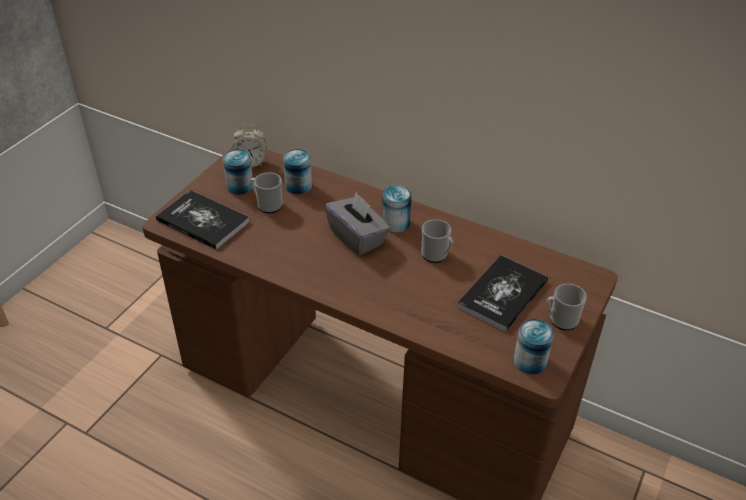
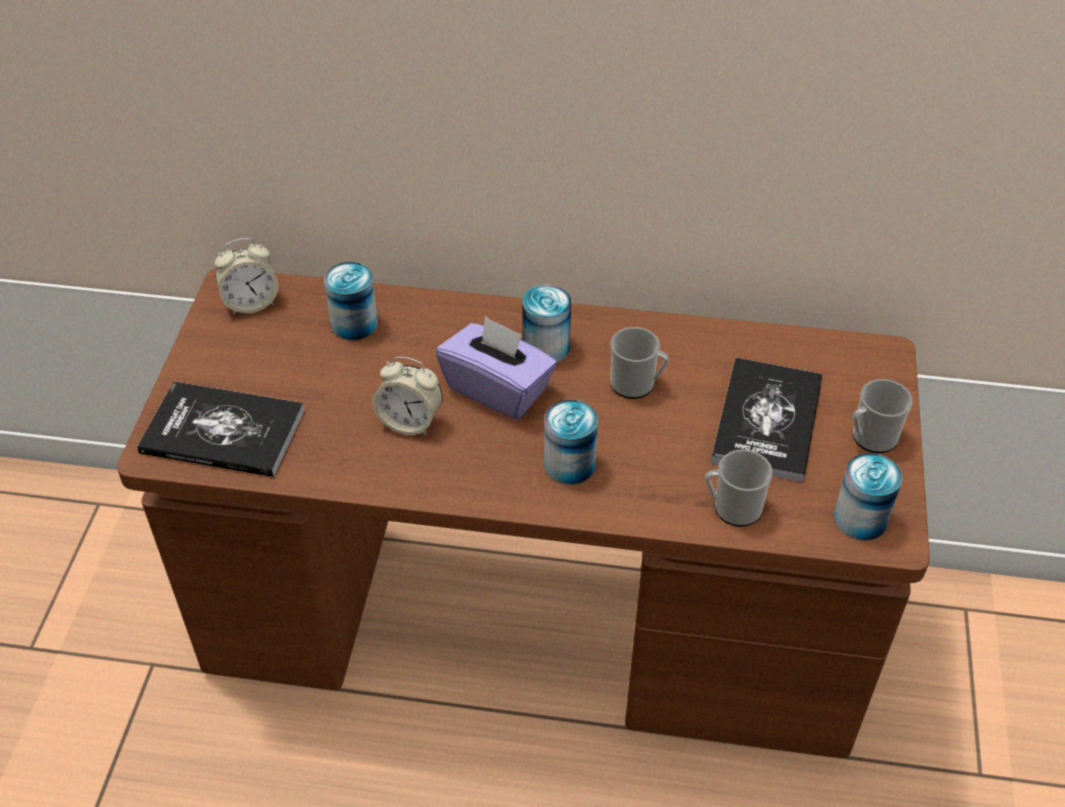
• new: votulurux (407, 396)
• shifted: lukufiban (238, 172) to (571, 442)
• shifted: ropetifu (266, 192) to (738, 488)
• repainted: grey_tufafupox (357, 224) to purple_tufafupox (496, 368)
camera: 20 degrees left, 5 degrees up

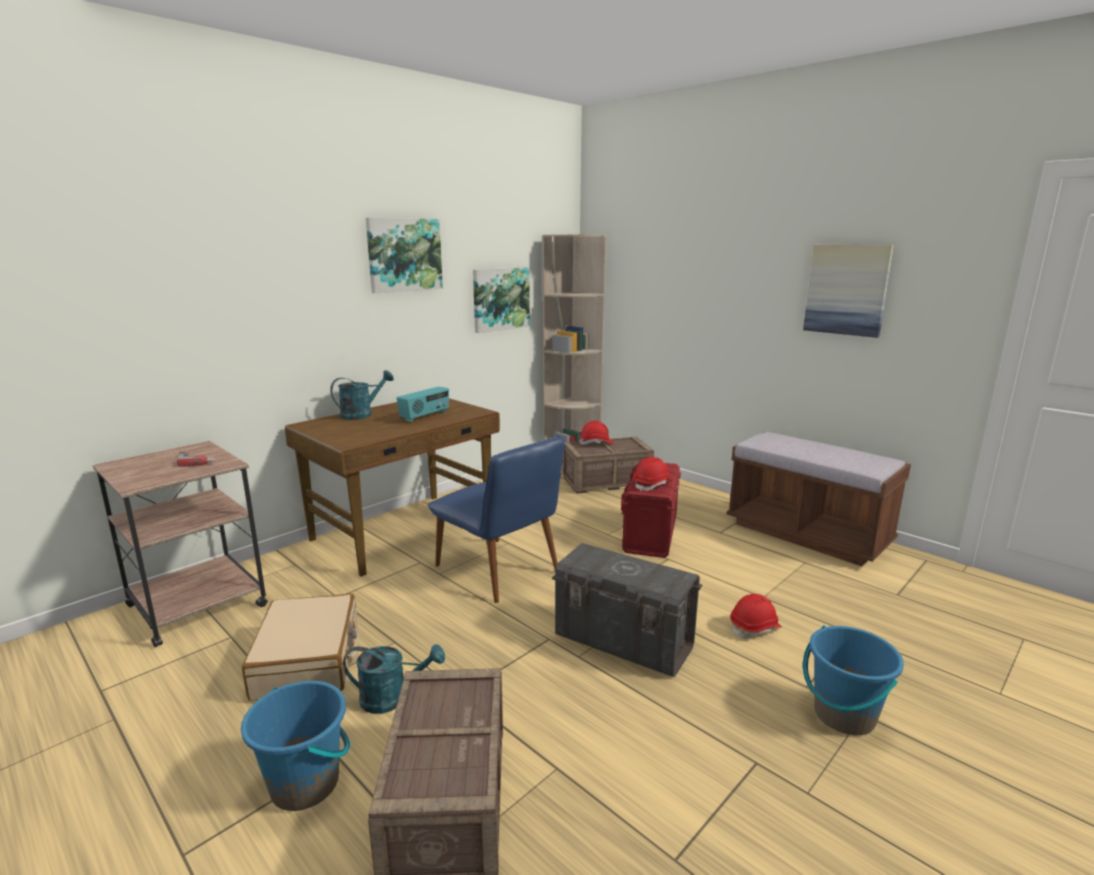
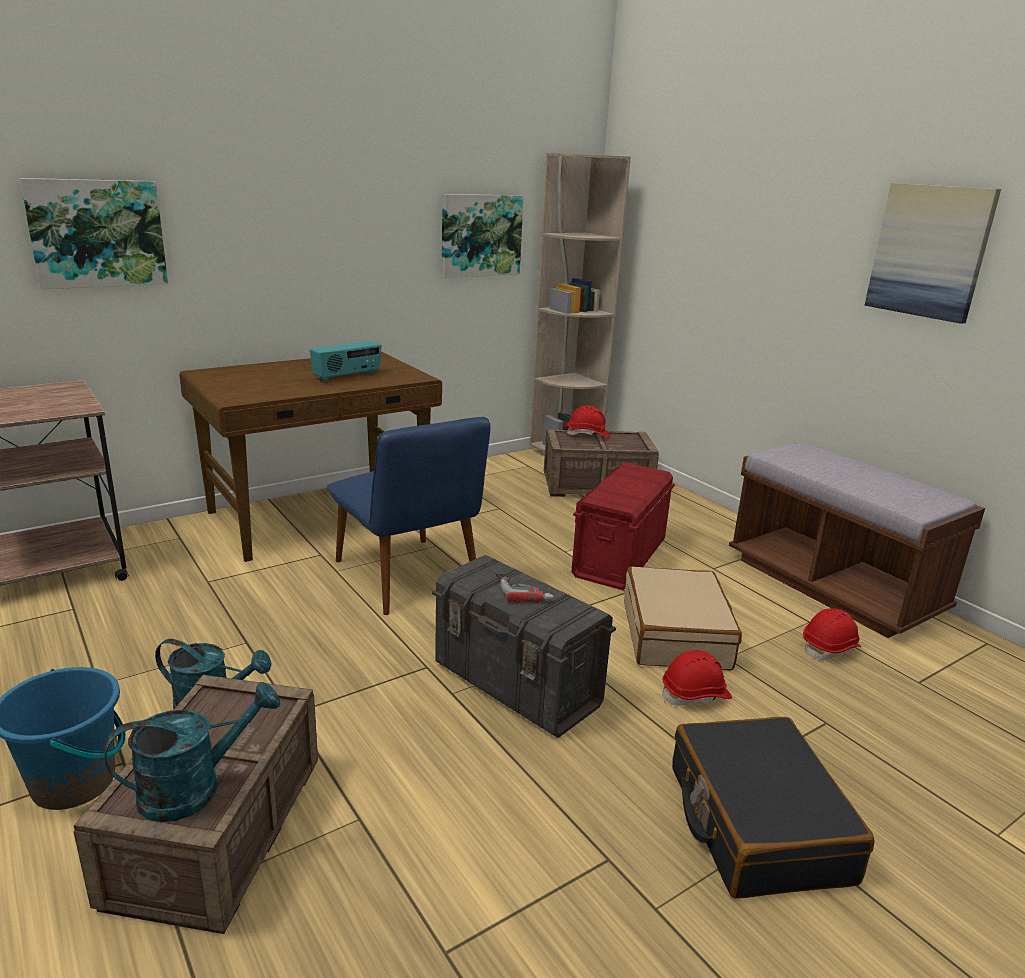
• shifted: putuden (196, 459) to (524, 587)
• shifted: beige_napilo (300, 647) to (683, 618)
• shifted: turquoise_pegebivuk (362, 395) to (192, 752)
• shifted: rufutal (404, 255) to (94, 233)
• shifted: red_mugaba (652, 474) to (832, 634)
• swapped: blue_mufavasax (853, 680) to black_napilo (773, 808)
camera: 10 degrees right, 5 degrees up

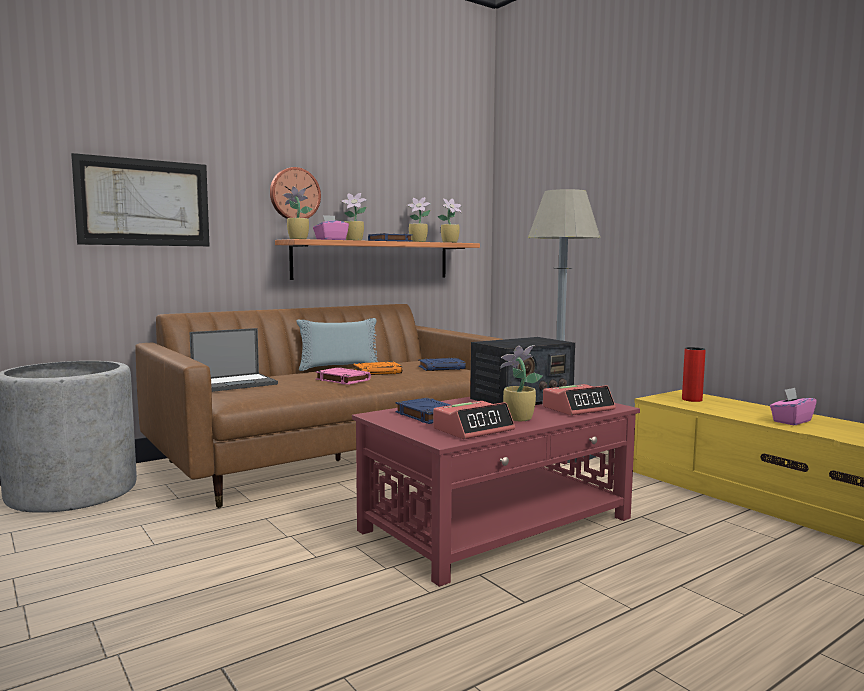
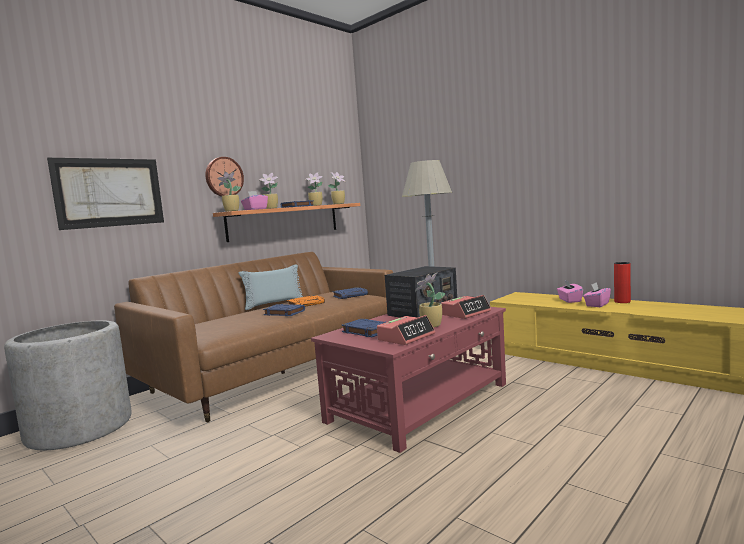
• gone: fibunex (233, 360)
• new: pink_tufafupox (570, 291)
• shifted: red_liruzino (694, 374) to (622, 282)
• repainted: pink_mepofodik (343, 376) to blue_mepofodik (284, 310)
camera: 10 degrees left, 0 degrees up

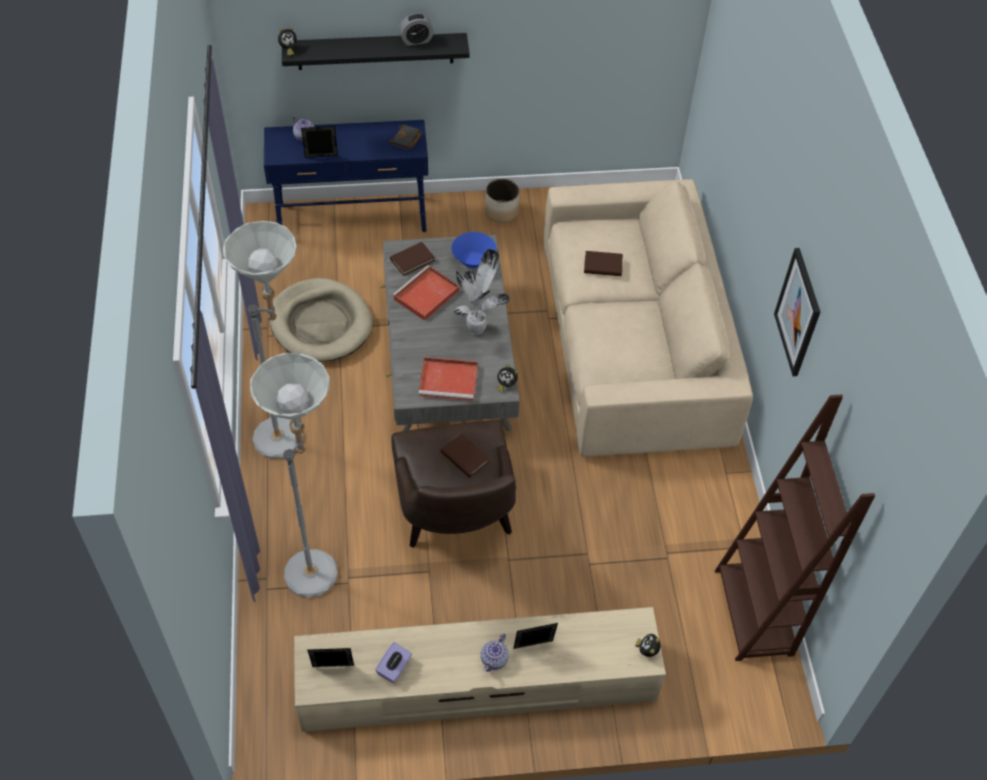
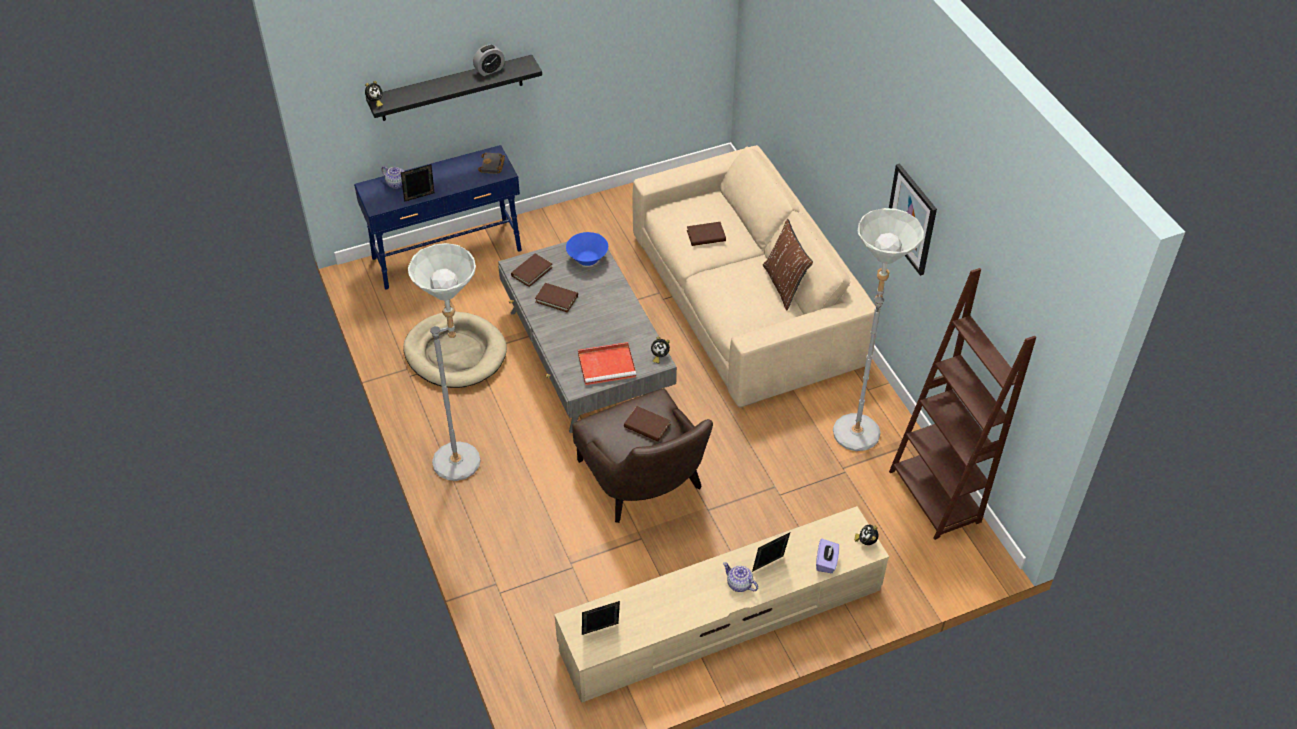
• gone: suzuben (481, 292)
• gone: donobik (502, 201)
• new: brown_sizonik (788, 265)
• shifted: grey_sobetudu (294, 475) to (878, 329)
• shifted: purple_tufafupox (393, 662) to (827, 555)
• swapped: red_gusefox (426, 293) to brown_mepofodik (556, 297)
• rotated: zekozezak (495, 652) = (740, 577) 120 degrees clockwise
camera: 15 degrees left, 5 degrees down

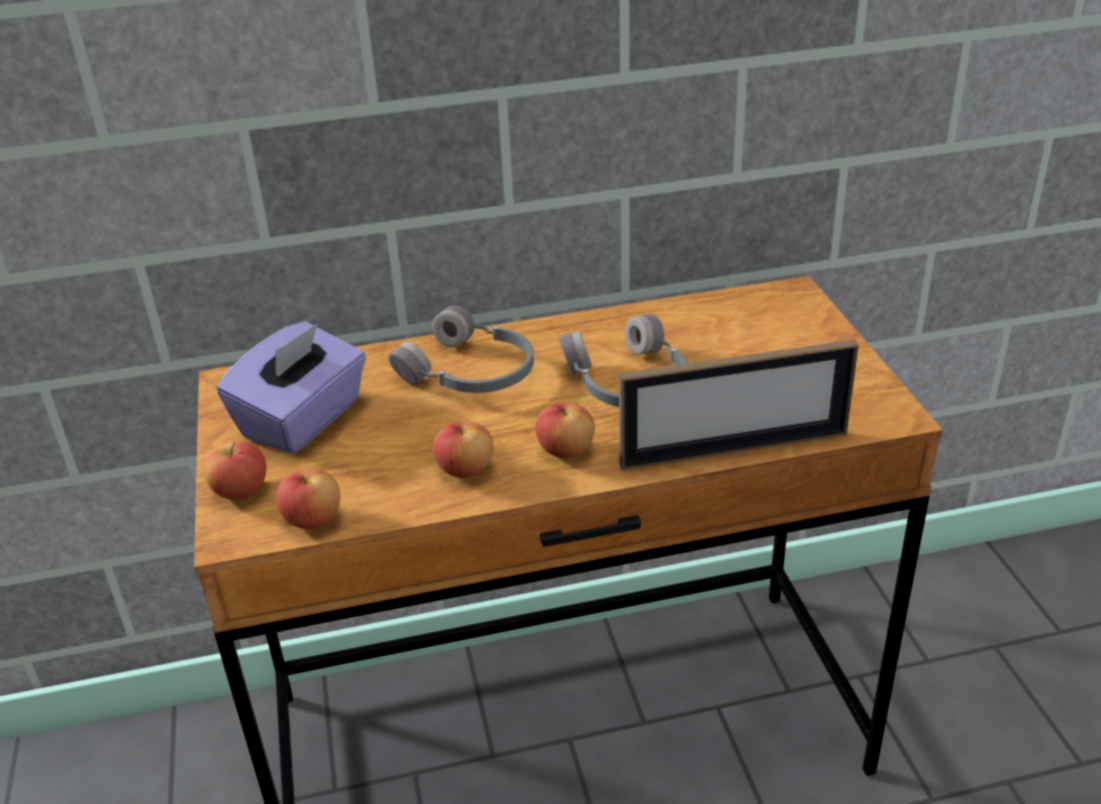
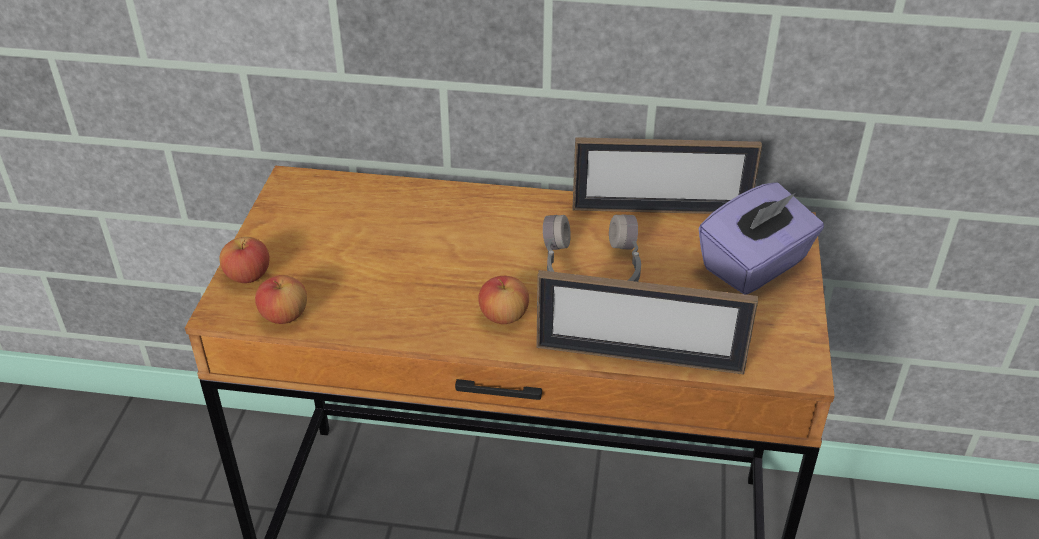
• gone: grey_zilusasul (461, 349)
• gone: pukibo (463, 449)
• new: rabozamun (667, 175)
• shifted: purple_tufafupox (291, 387) to (761, 238)
camera: 20 degrees right, 5 degrees up

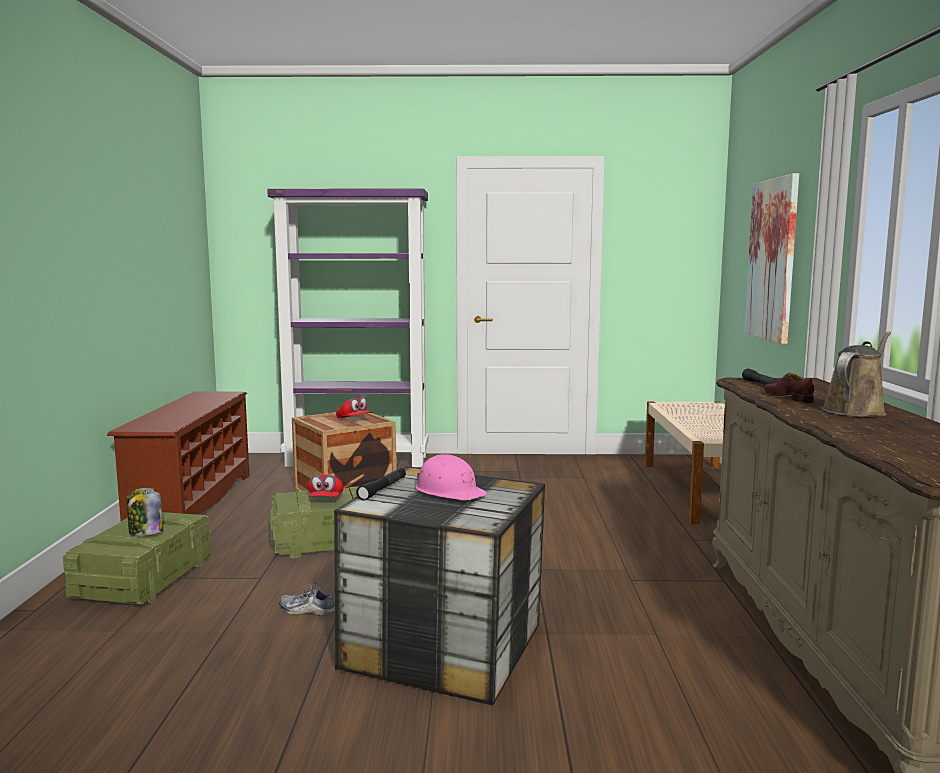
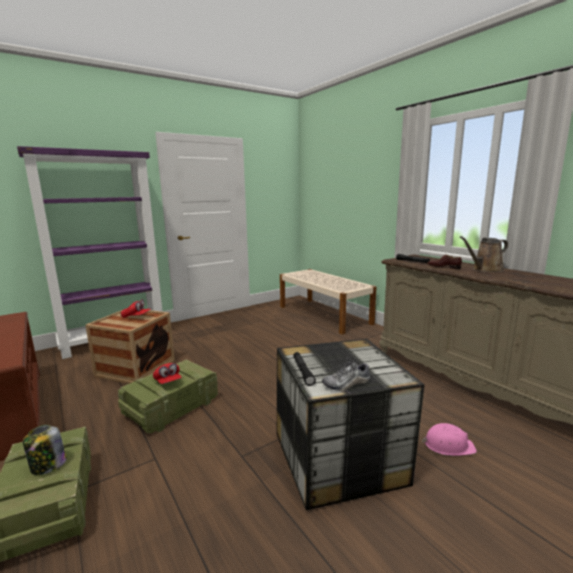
• gone: rufutal (771, 258)
• shifted: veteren (307, 598) to (346, 374)
• shifted: pink_mugaba (451, 477) to (449, 439)
• rotated: brown_pegebivuk (856, 374) = (484, 254) 120 degrees counterclockwise
camera: 35 degrees left, 5 degrees up

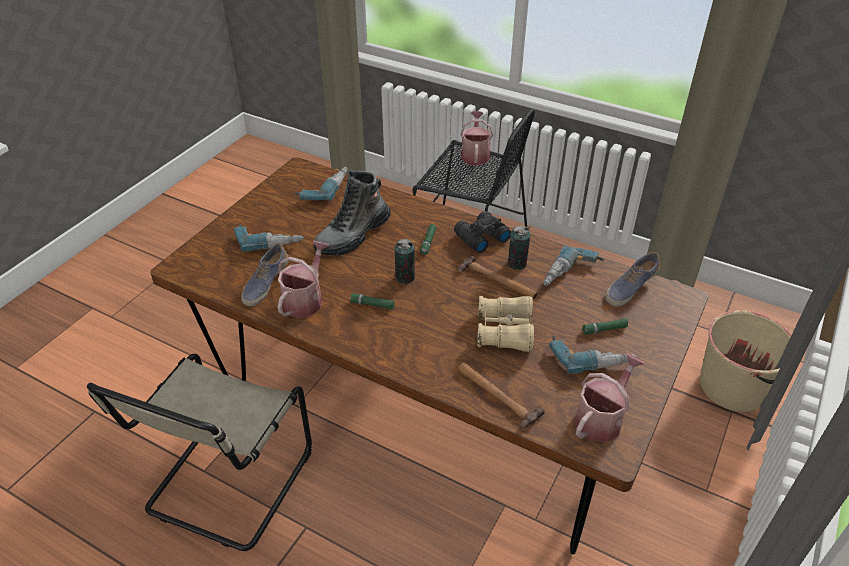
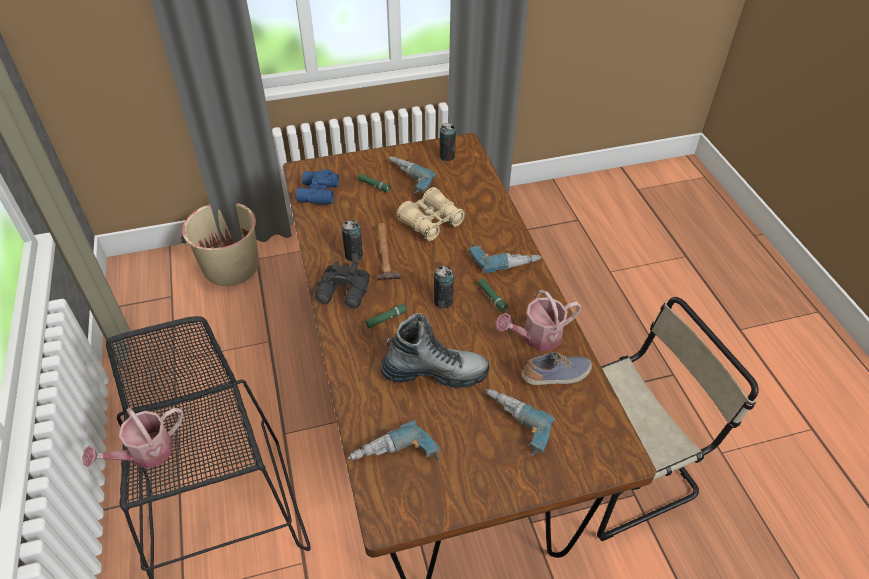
• gone: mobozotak (501, 395)
• shifted: putuden (573, 265) to (505, 258)
• swapped: pegebivuk (610, 397) to lukufiban (447, 142)
• swapped: veteren (633, 279) to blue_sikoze (317, 186)
camera: 135 degrees left, 5 degrees up

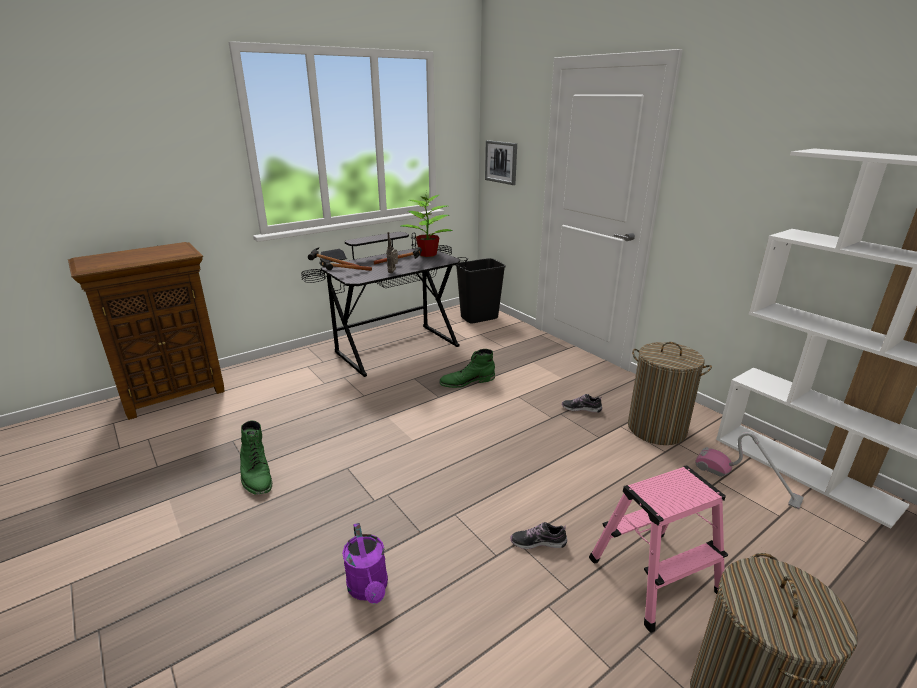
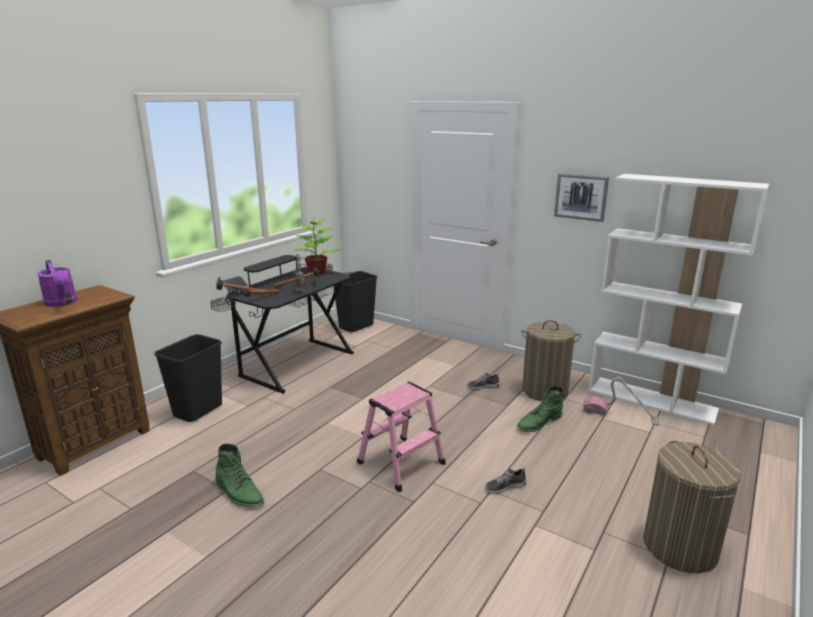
• new: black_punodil (188, 378)
• shifted: purple_pegebivuk (365, 563) to (57, 283)
• shifted: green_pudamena (467, 368) to (540, 409)
• shifted: rufutal (501, 162) to (581, 197)
• shifted: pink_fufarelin (658, 549) to (401, 437)
camera: 20 degrees left, 5 degrees down

